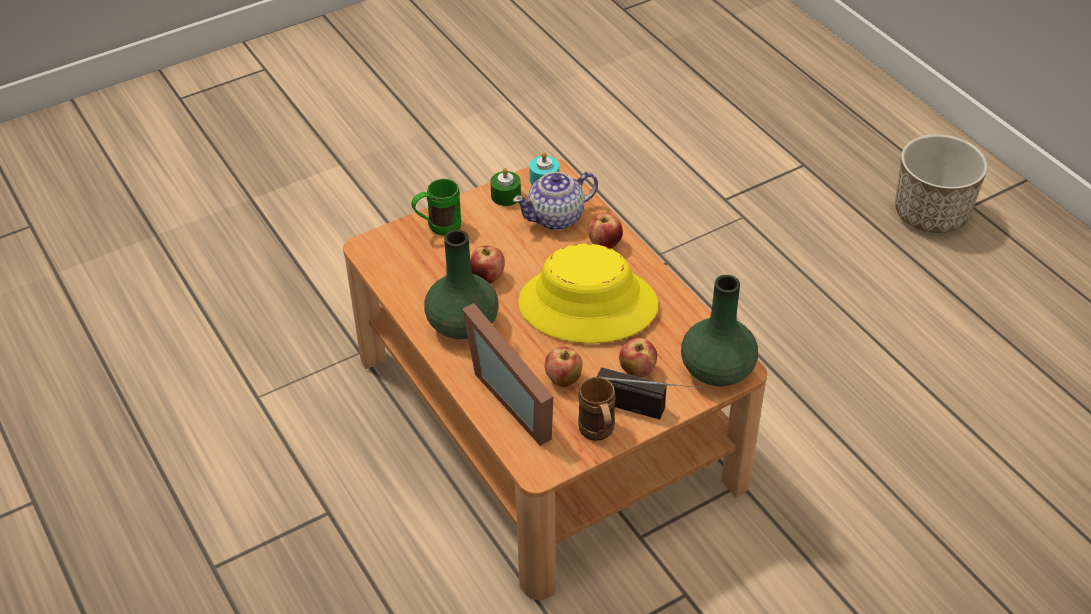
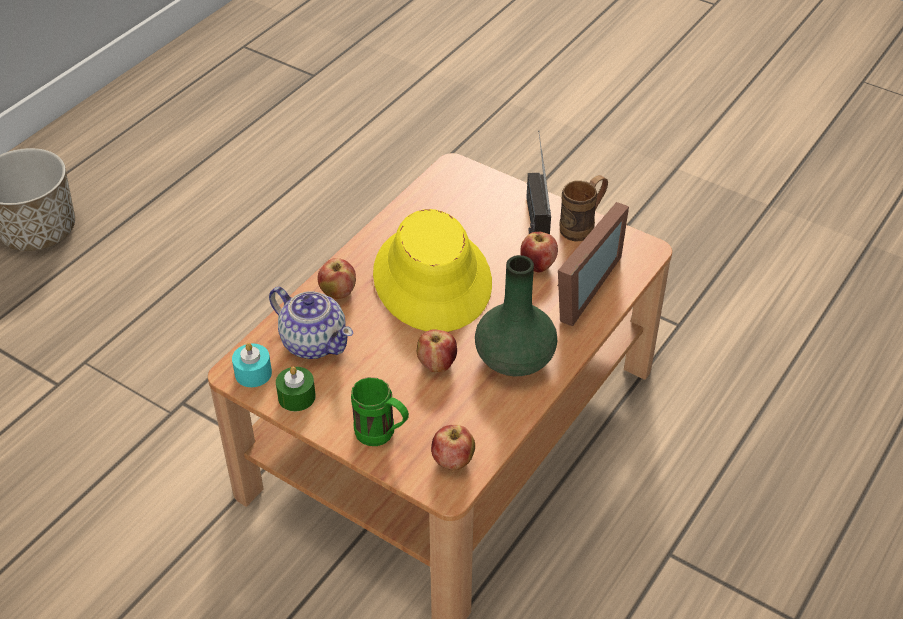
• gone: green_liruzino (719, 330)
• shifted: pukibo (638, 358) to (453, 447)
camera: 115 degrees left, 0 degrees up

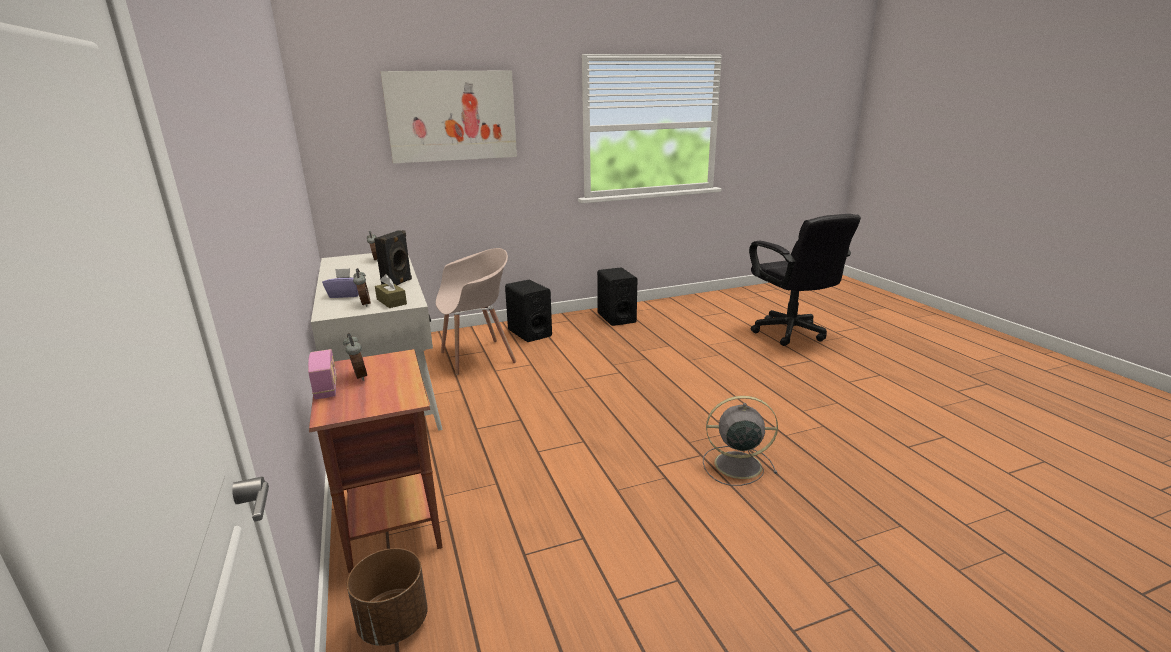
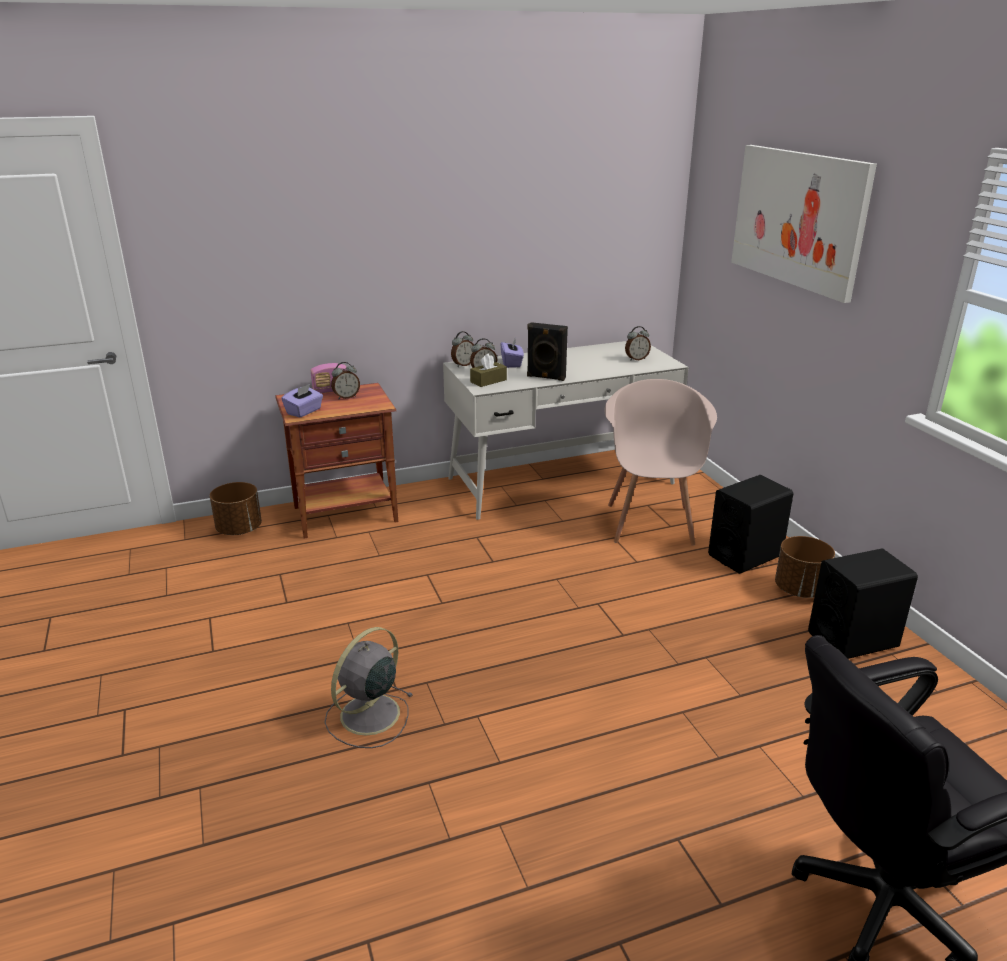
• new: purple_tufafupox (302, 401)
• new: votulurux (462, 349)
• new: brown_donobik (805, 567)
• rotated: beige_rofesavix (476, 311) = (660, 462) 150 degrees counterclockwise
• rotated: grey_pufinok (740, 441) = (368, 687) 150 degrees counterclockwise
camera: 90 degrees right, 5 degrees up

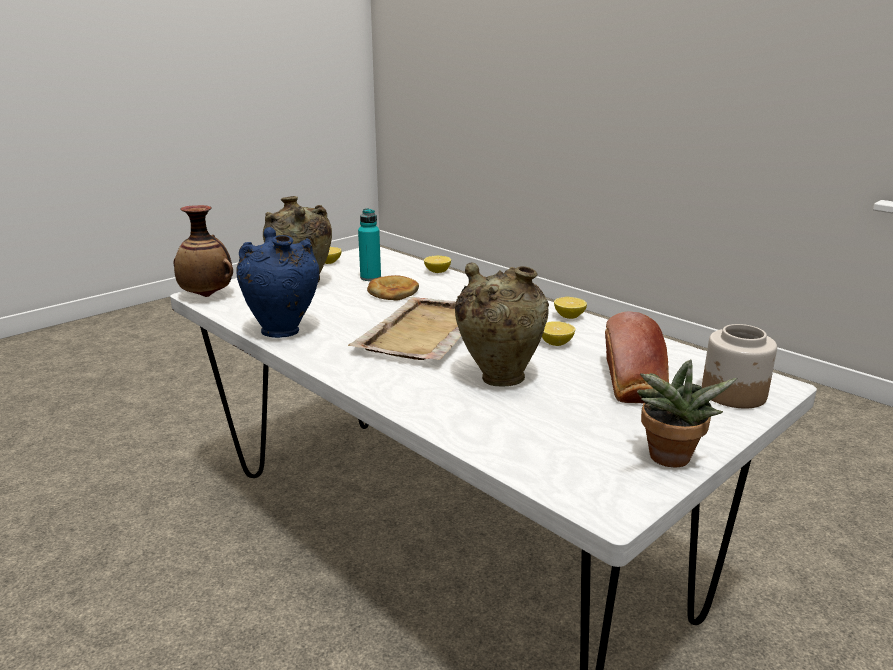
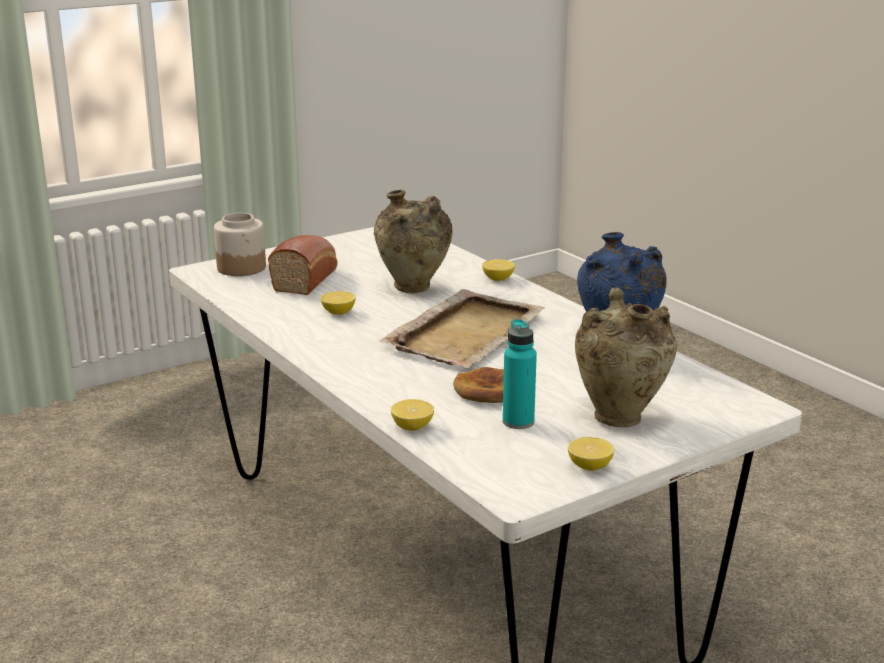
• gone: liruzino (203, 251)
• gone: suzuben (687, 413)
• shifted: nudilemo (570, 308) to (498, 270)
camera: 170 degrees left, 0 degrees up

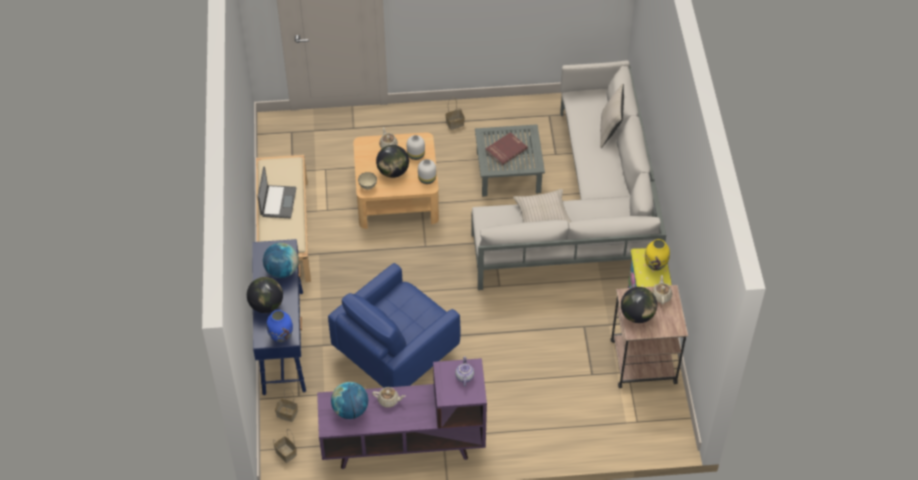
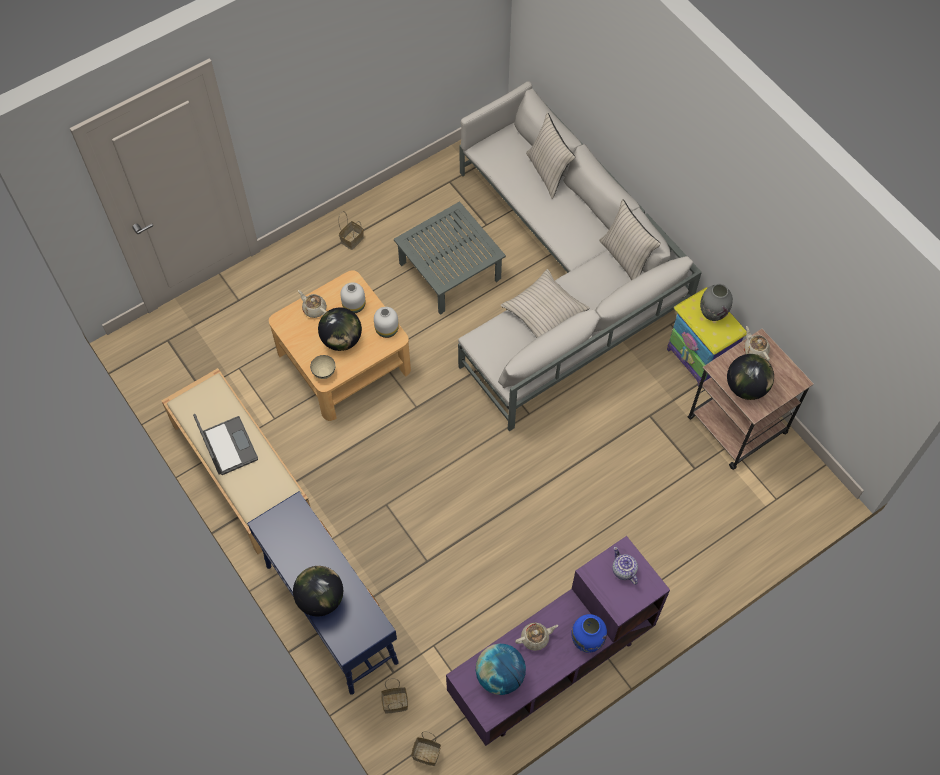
• gone: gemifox (281, 260)
• gone: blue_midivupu (394, 325)
• gone: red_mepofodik (506, 149)
• new: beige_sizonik (630, 239)
• shifted: blue_liruzino (279, 326) to (589, 633)
• repainted: yellow_liruzino (657, 255) to grey_liruzino (716, 302)
camera: 30 degrees left, 10 degrees up

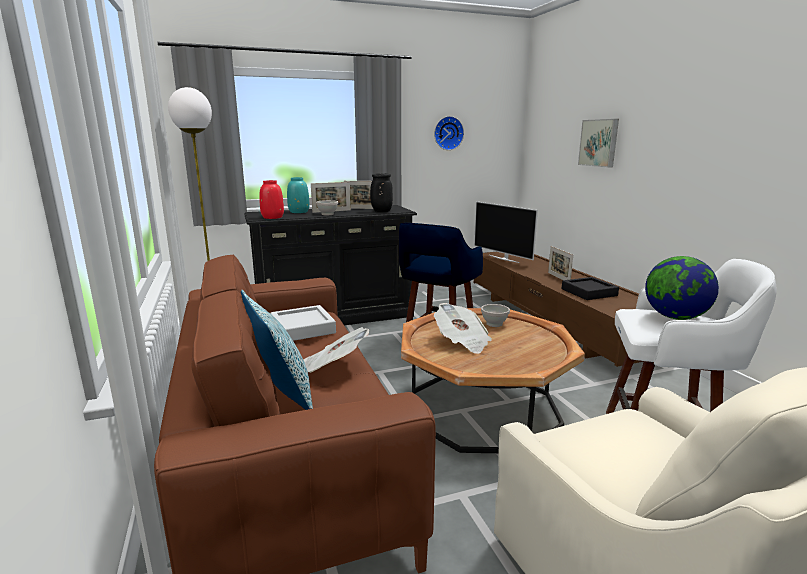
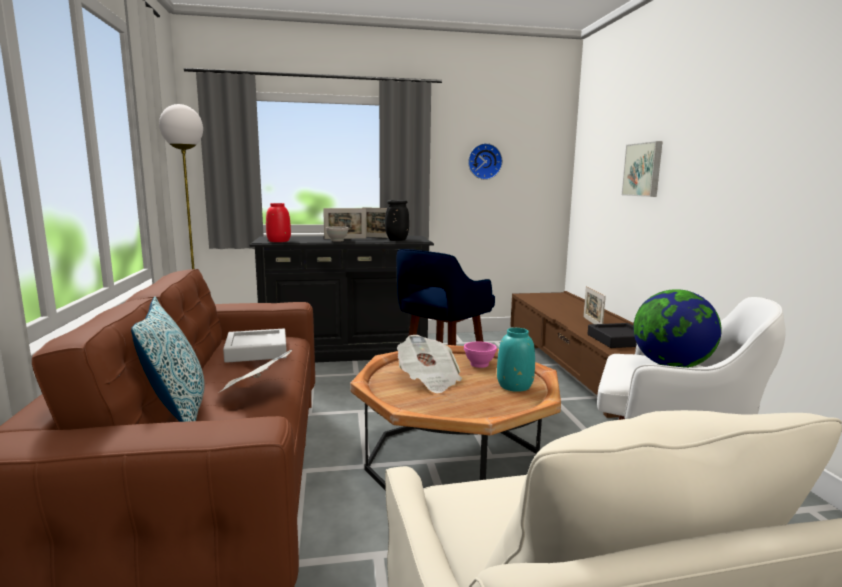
• gone: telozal (506, 232)
• shifted: turquoise_liruzino (298, 195) to (516, 360)
• repainted: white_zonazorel (495, 315) to pink_zonazorel (480, 354)
camera: 10 degrees right, 5 degrees down

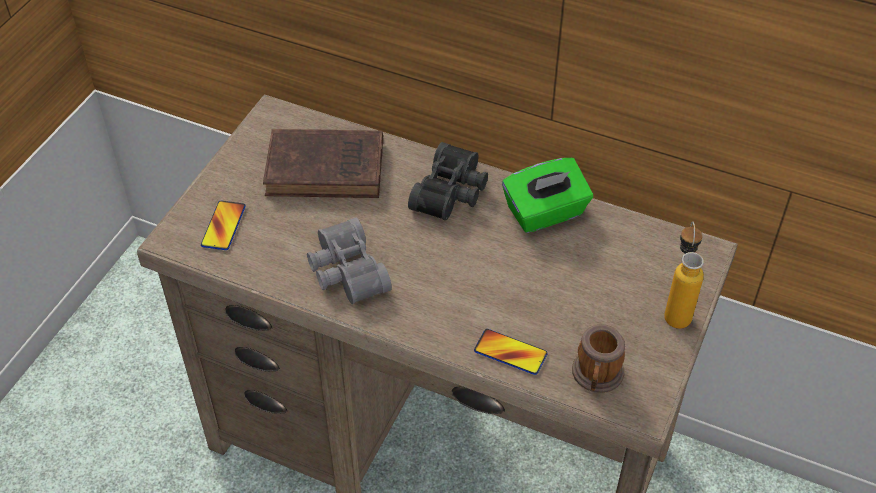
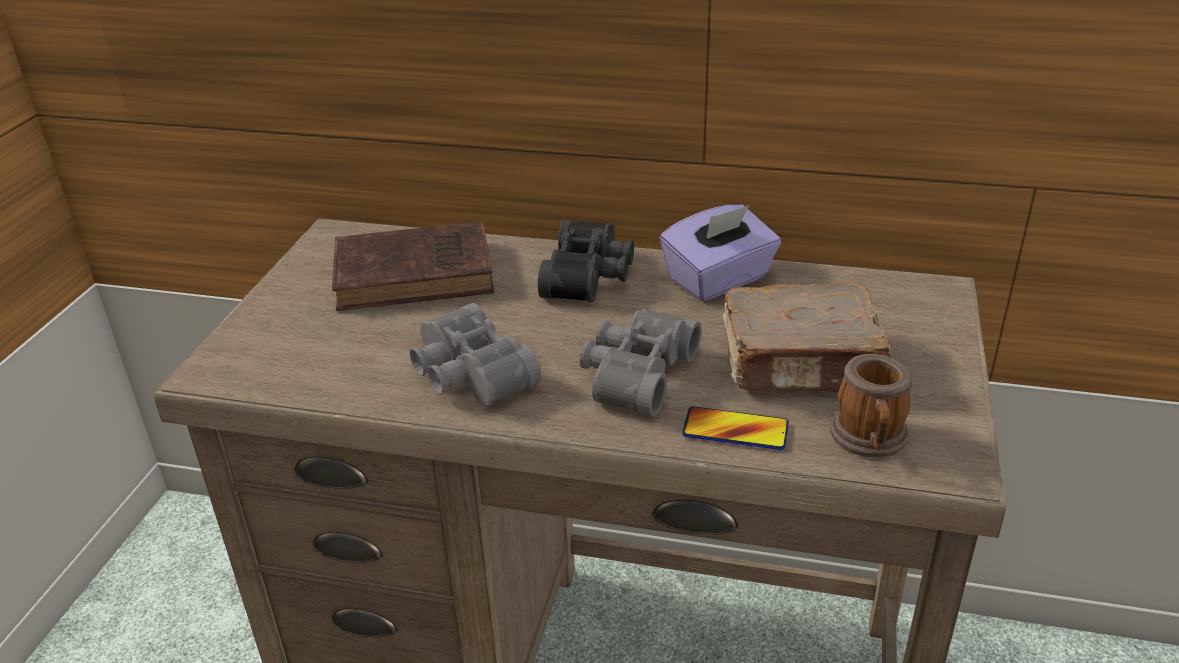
• gone: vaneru (223, 225)
• gone: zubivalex (684, 275)
• new: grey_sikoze (641, 363)
• new: brown_mepofodik (807, 337)
• repainted: green_tufafupox (547, 195) to purple_tufafupox (720, 253)
camera: 10 degrees left, 15 degrees down

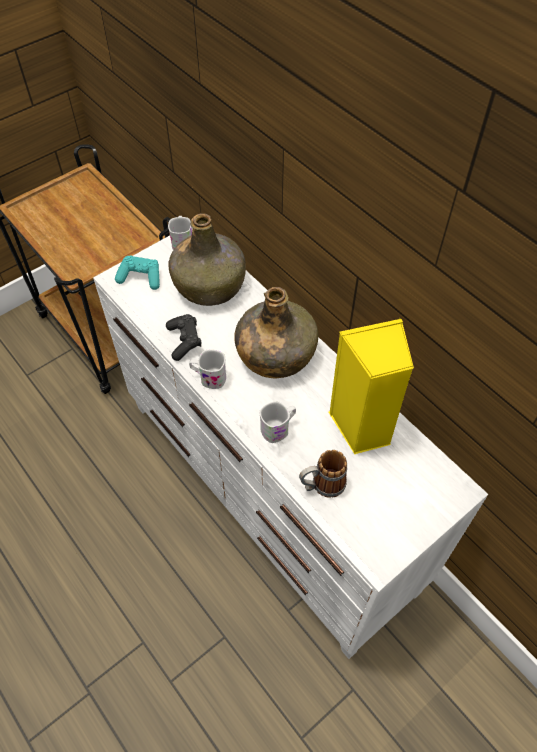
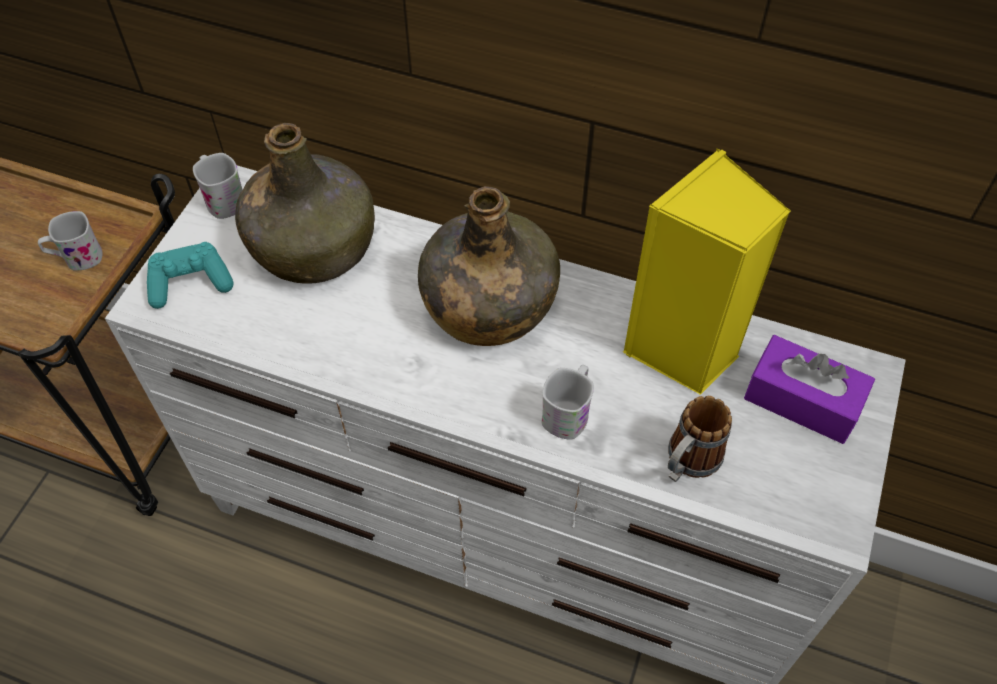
• gone: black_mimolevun (184, 337)
• new: purple_tufafupox (809, 389)
• shifted: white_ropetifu (207, 369) to (70, 241)
camera: 30 degrees left, 0 degrees up

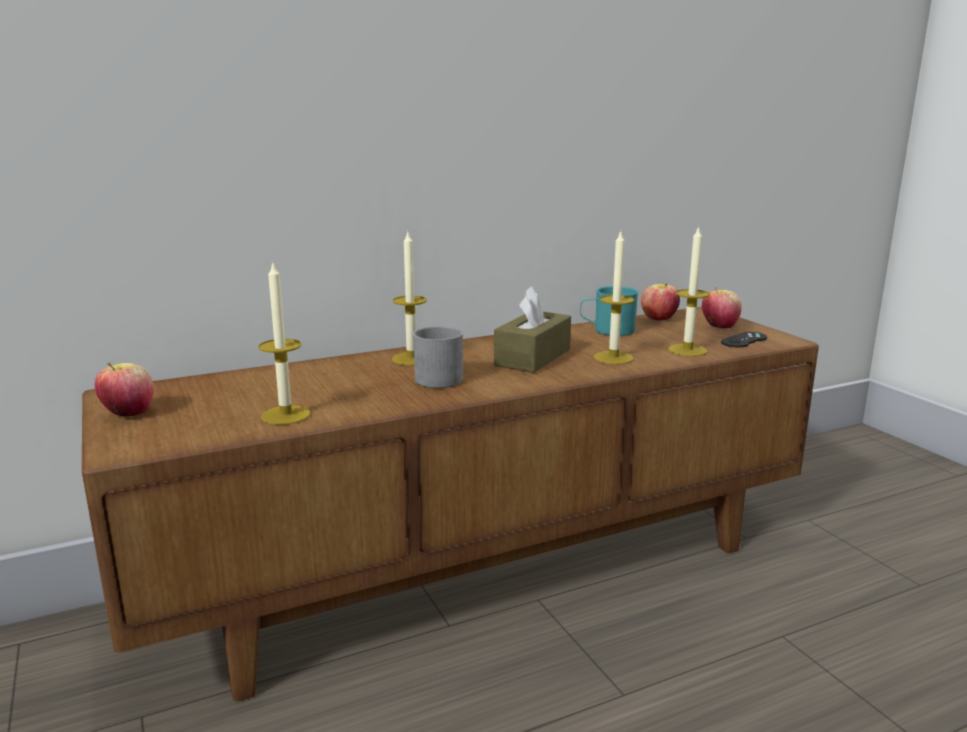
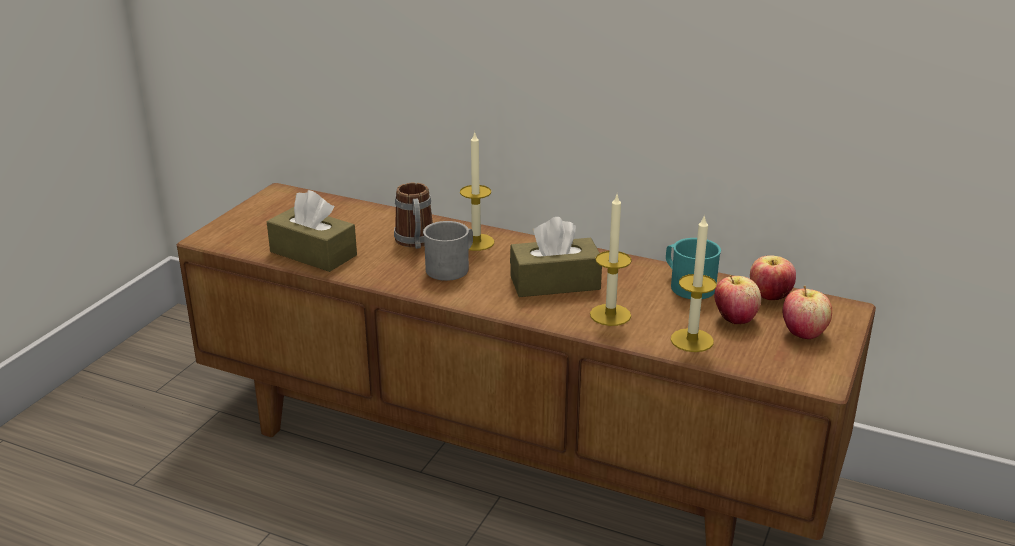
• gone: black_mimolevun (744, 339)
• new: ropetifu (413, 216)
• shifted: pukibo (124, 389) to (737, 299)
• swapped: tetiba (284, 343) to brown_tufafupox (312, 231)
camera: 50 degrees right, 10 degrees up

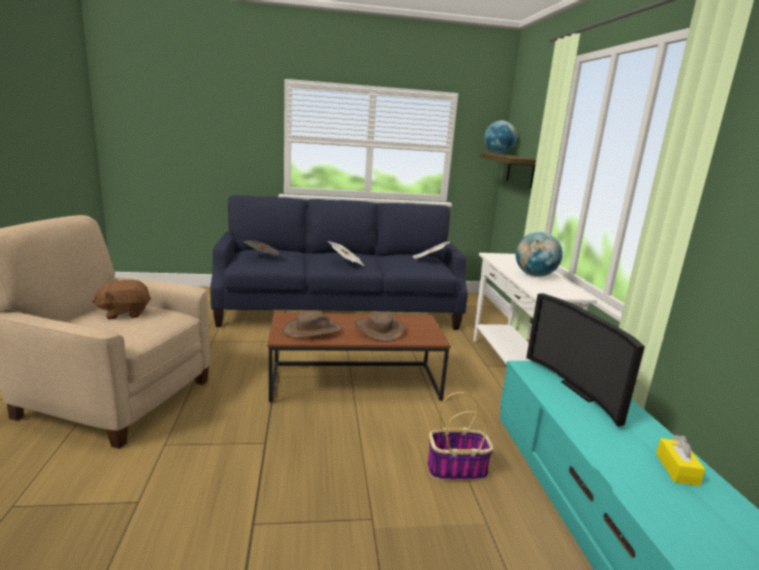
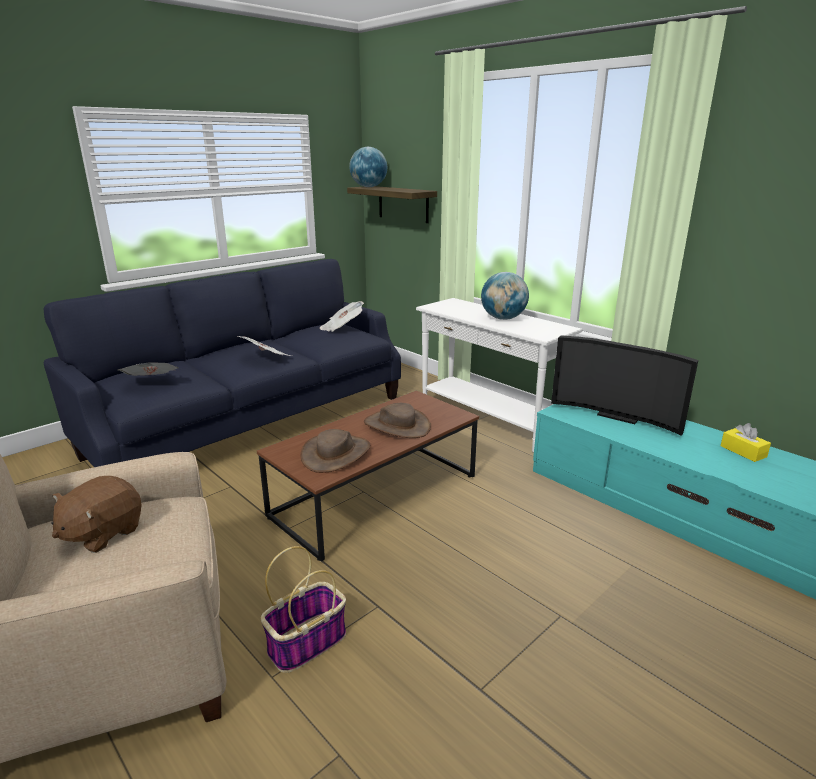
• shifted: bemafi (460, 436) to (303, 609)
camera: 35 degrees left, 5 degrees up

